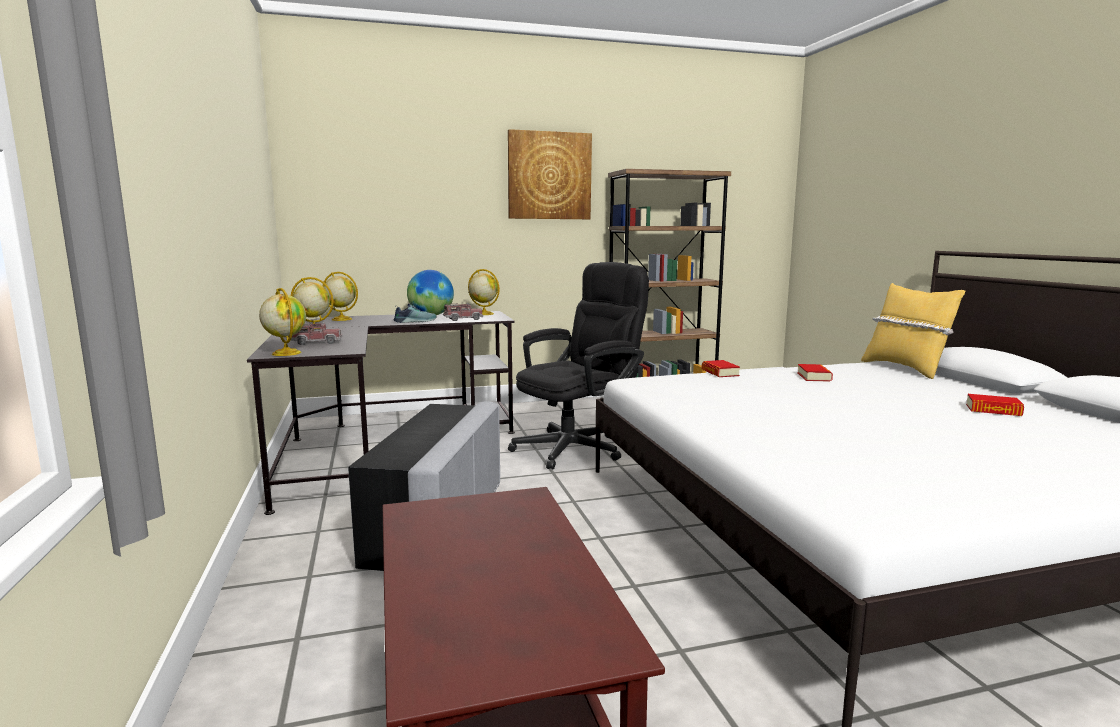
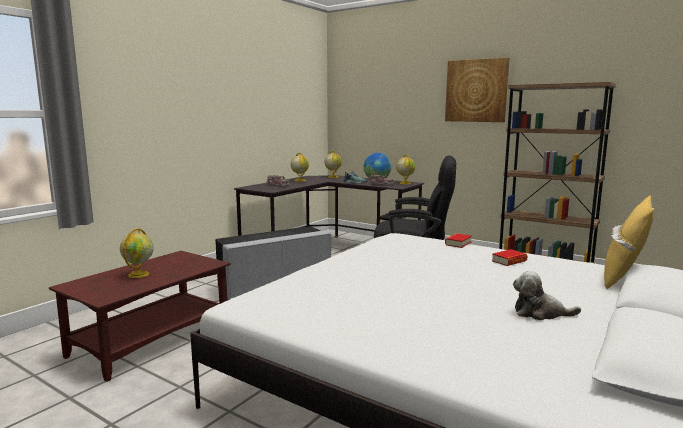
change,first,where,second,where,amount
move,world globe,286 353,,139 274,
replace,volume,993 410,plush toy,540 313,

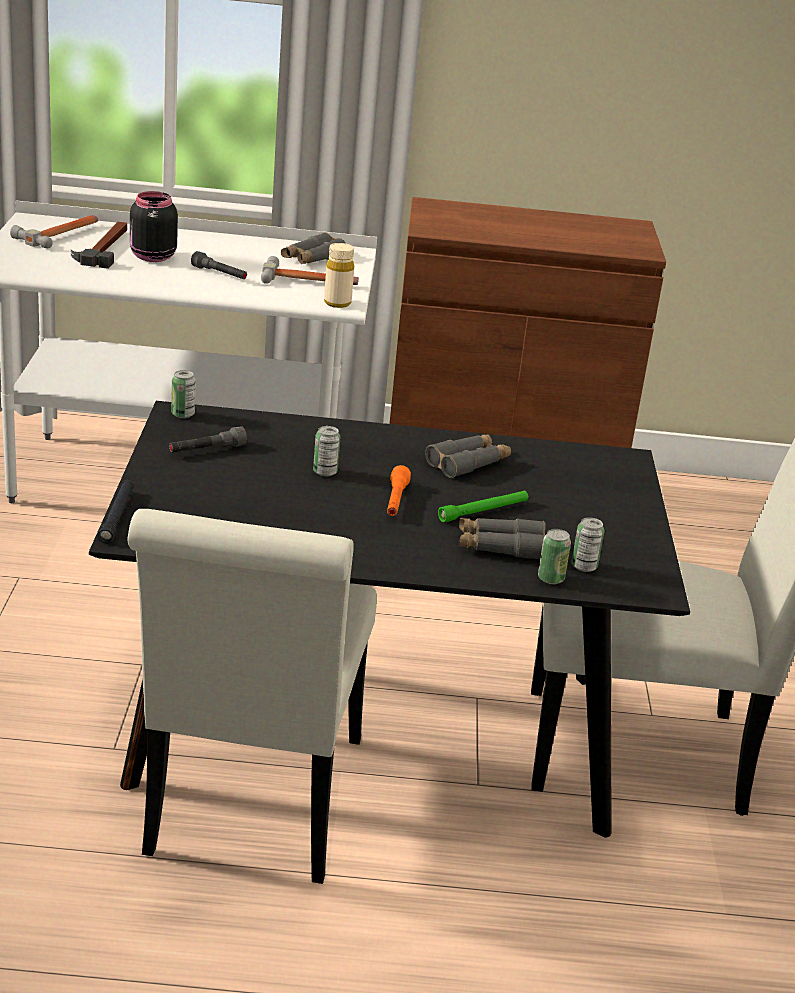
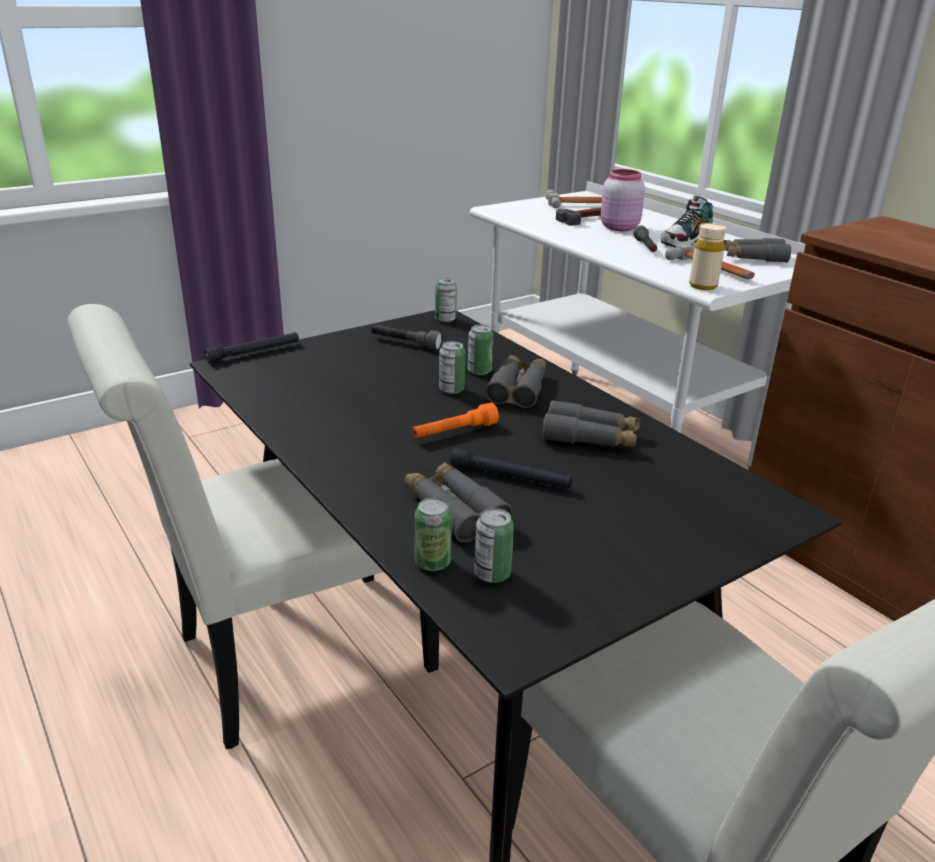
change,first,where,second,where,amount
insert,,,metal can,479 371,
insert,,,greyish field glasses,518 389,
insert,,,item of footwear,685 243,
recolor,black jar,151 257,pinkish jar,618 227,
recolor,green-coloured hand torch,483 511,black hand torch,510 477,

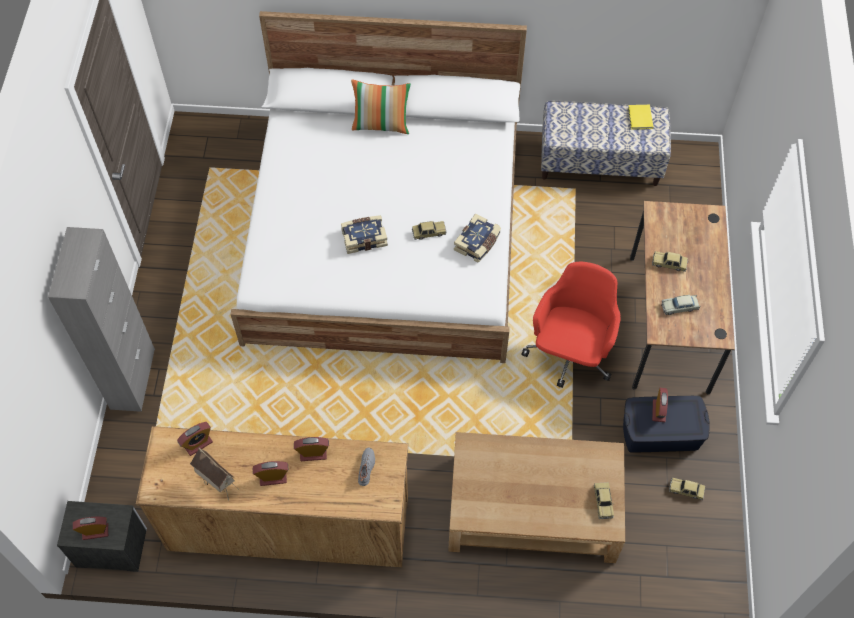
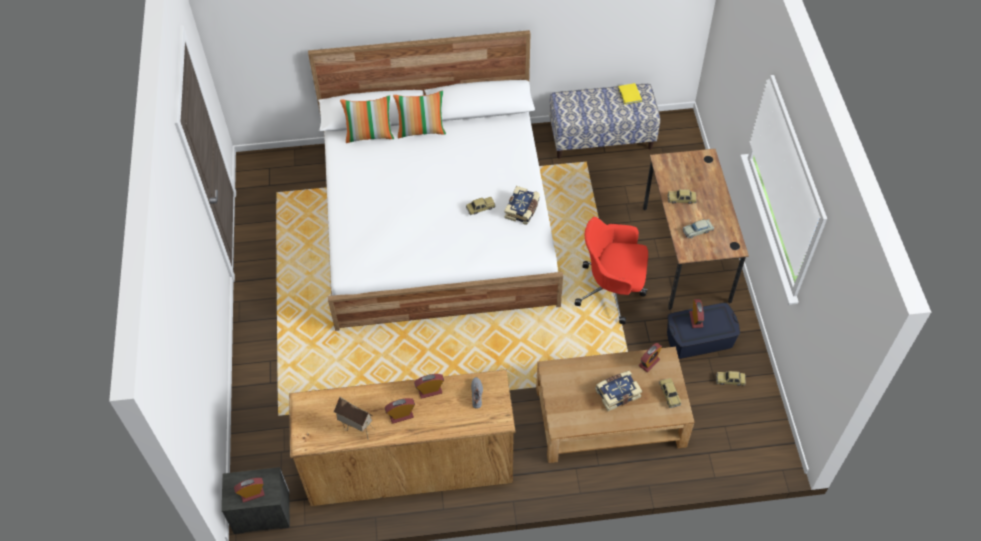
change,first,where,second,where,amount
delete,greyish cabinet,132 379,,,
insert,,,cushion,370 135,
move,alarm clock,198 444,,649 362,
move,volume,364 237,,617 393,
rotate,red-coloured office chair,570 354,,612 290,90 degrees counterclockwise

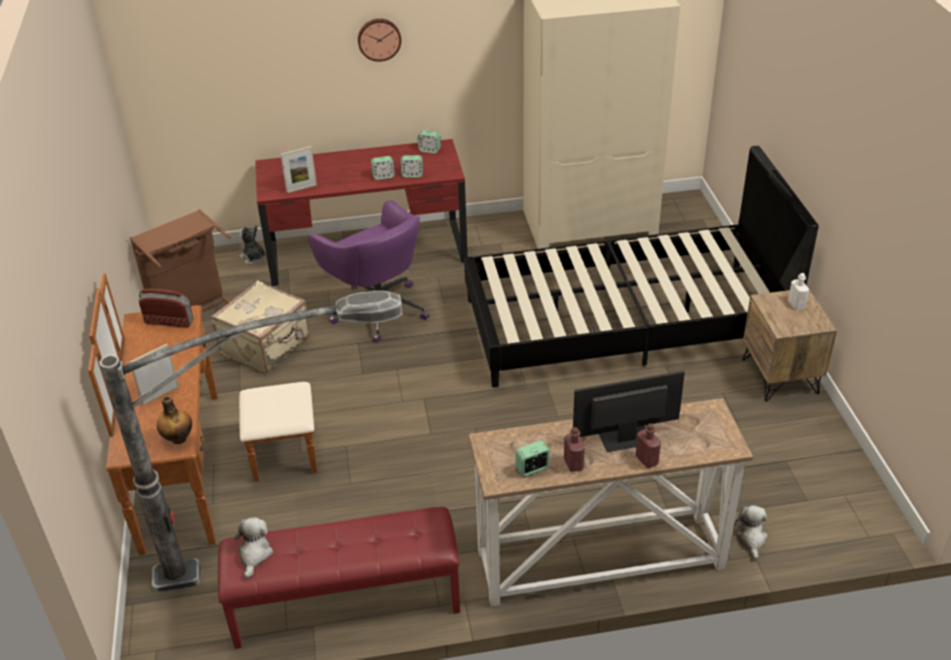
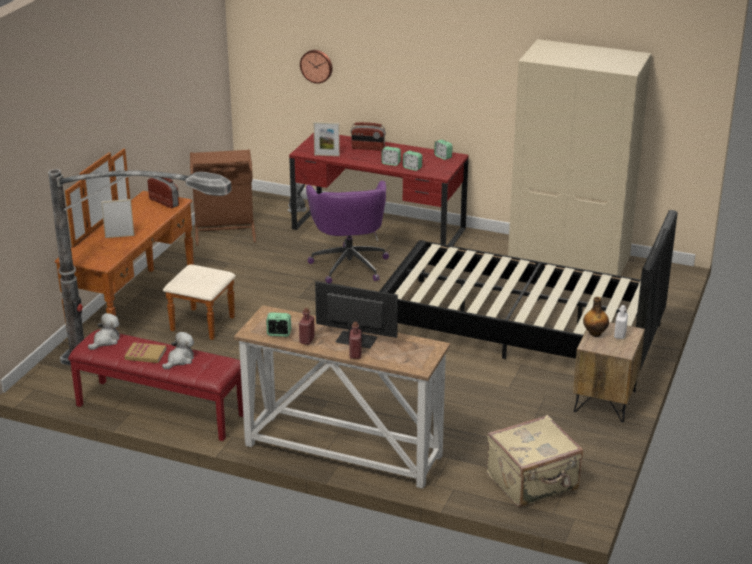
change,first,where,second,where,amount
insert,,,volume,145 354,
insert,,,radio set,368 148,
move,beverage bottle,178 438,,595 333,
move,beige-coloured piece of luggage,267 346,,533 482,
move,clock on the wall,379 39,,316 66,
move,plush toy,751 538,,180 360,

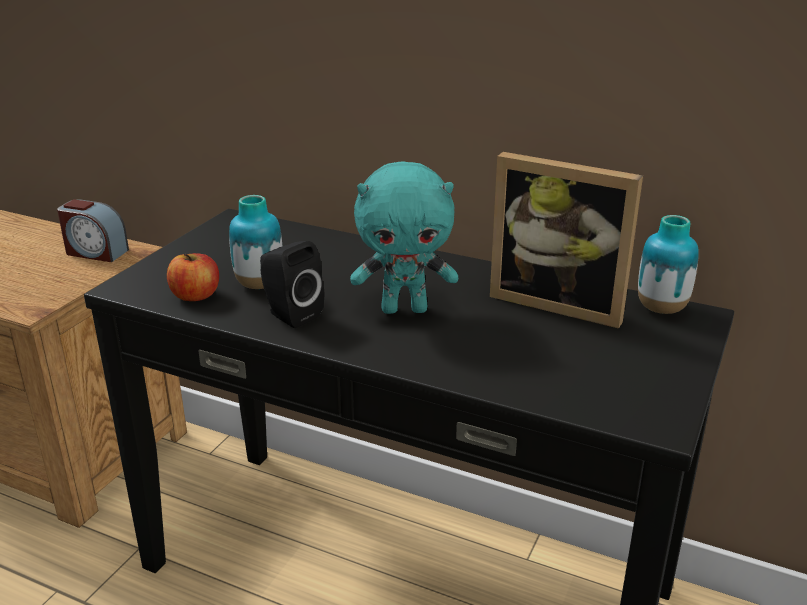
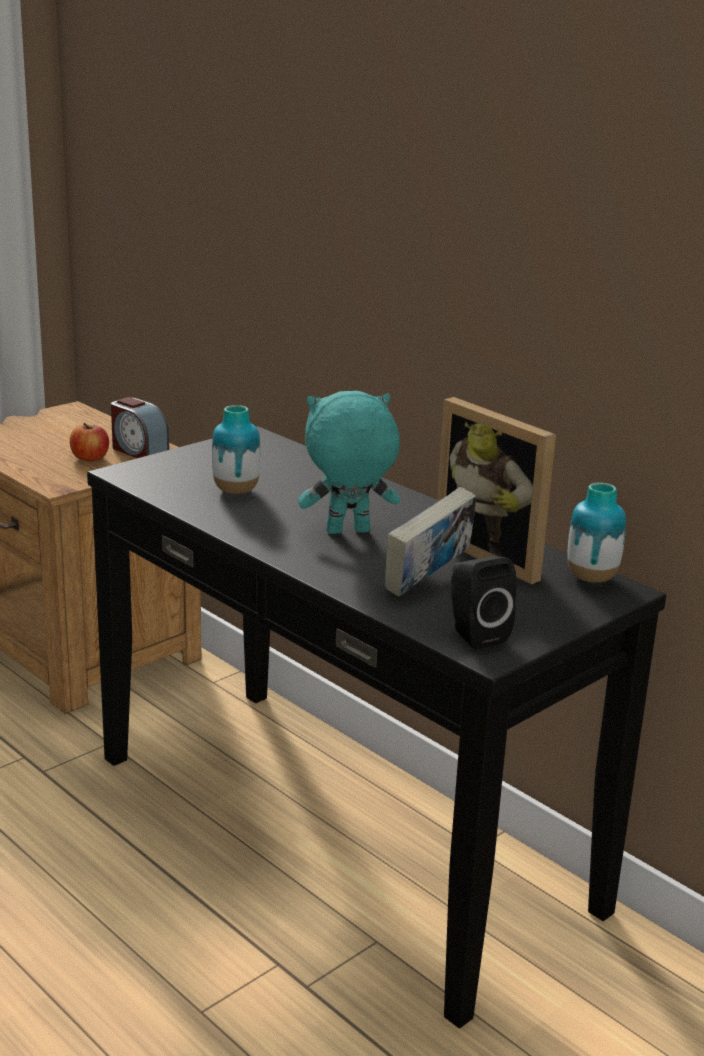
change,first,where,second,where,amount
insert,,,volume,427 582,
move,apple,195 296,,90 458,
move,black loudspeaker,290 314,,475 634,
rotate,turquoise-coloured plush toy,405 309,,347 532,150 degrees clockwise

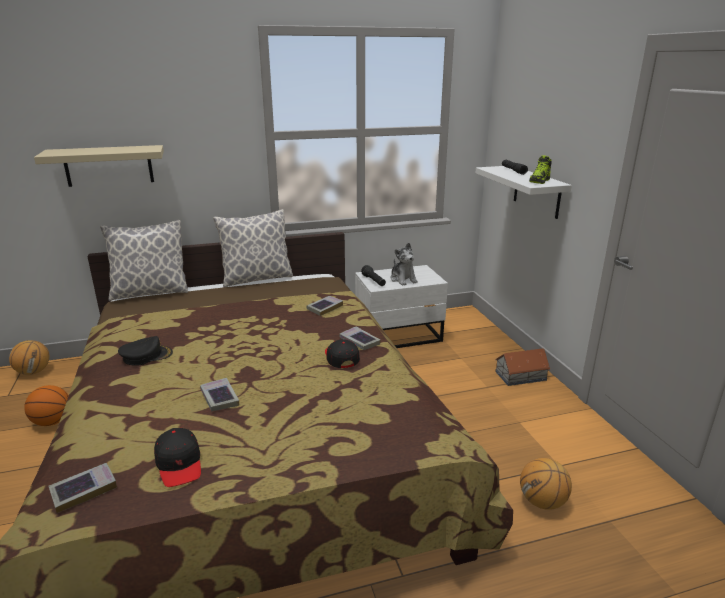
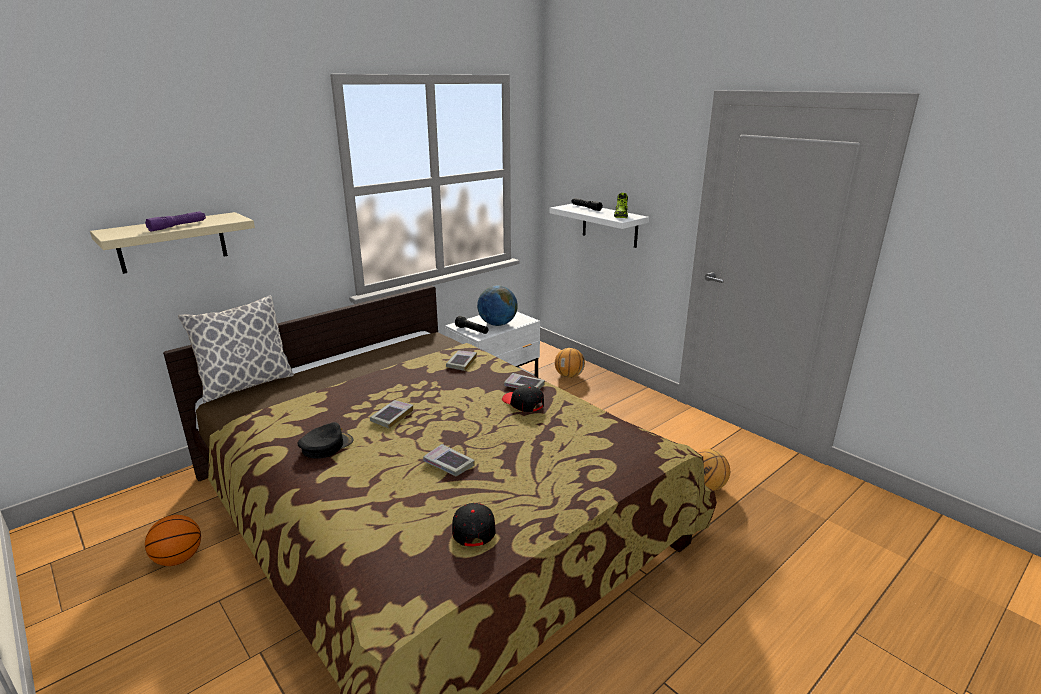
change,first,where,second,where,amount
delete,cushion,256 279,,,
delete,model house,521 376,,,
insert,,,purple-coloured hand torch,178 226,
move,basketball,34 372,,569 376,
move,volume,84 490,,392 416,
replace,plush toy,403 279,world globe,497 324,
rotate,black cap,179 464,,473 527,135 degrees counterclockwise

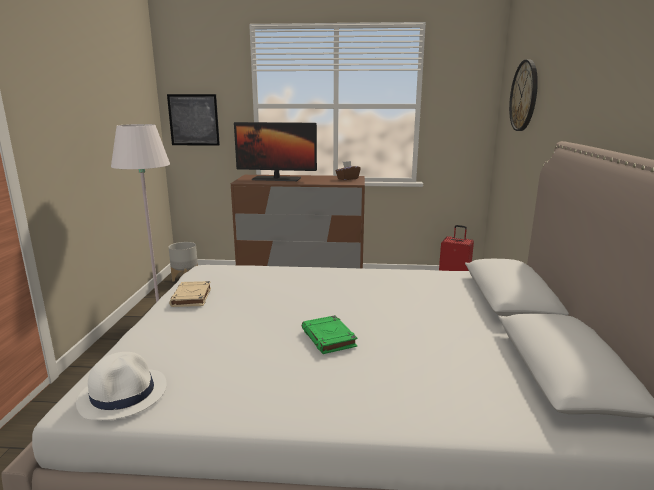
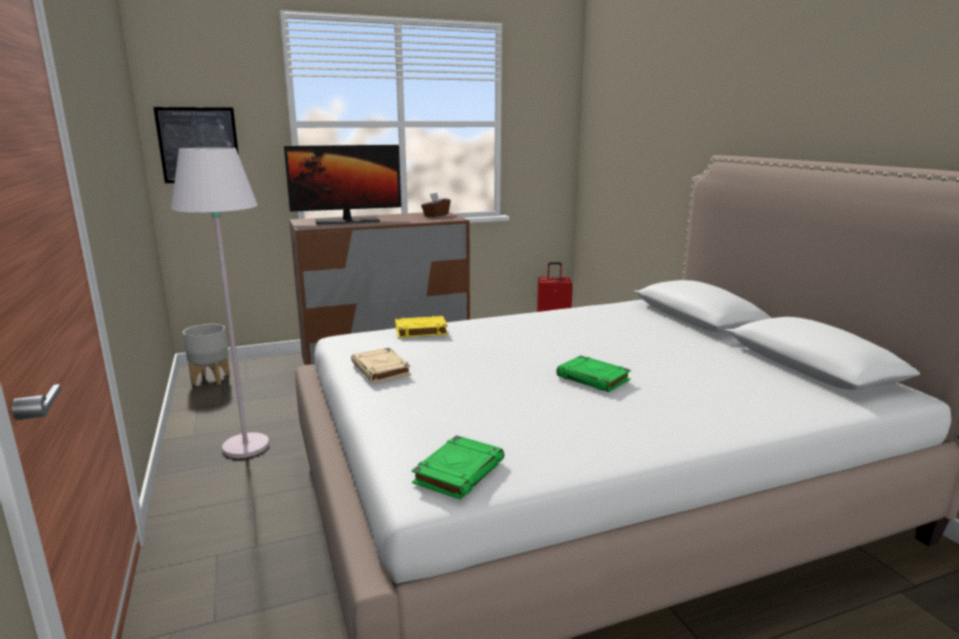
change,first,where,second,where,amount
delete,clock on the wall,524 96,,,
insert,,,yellow-coloured volume,420 331,
replace,white clothing hat,123 394,green-coloured volume,459 471,

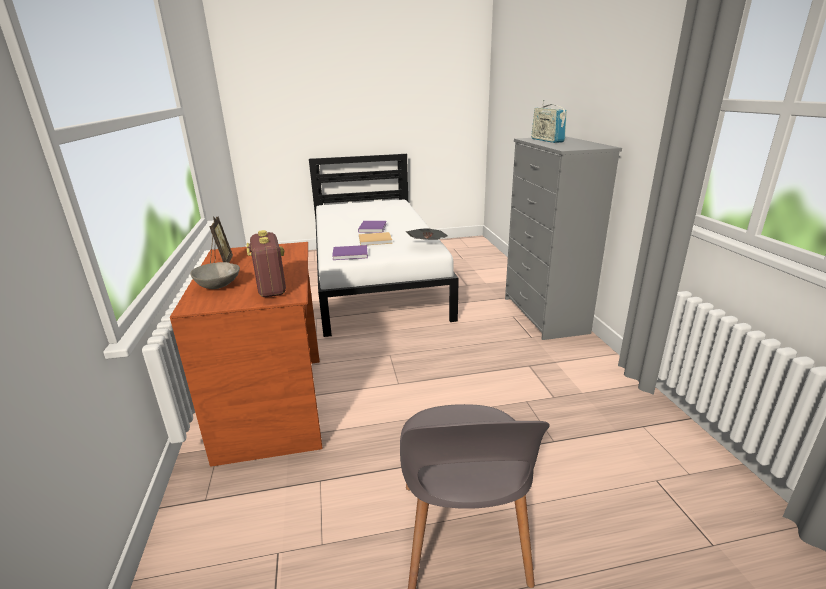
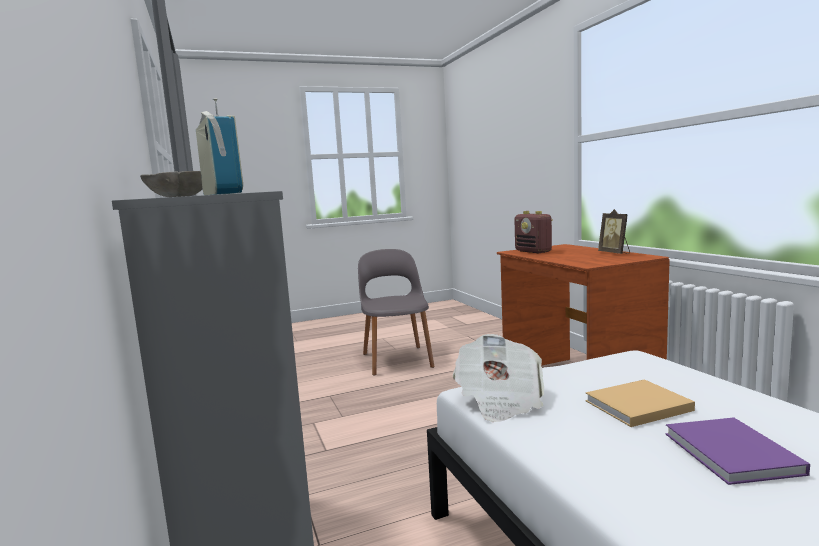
change,first,where,second,where,amount
delete,purple-coloured volume,351 254,,,
move,greyish bowl,217 285,,179 197,

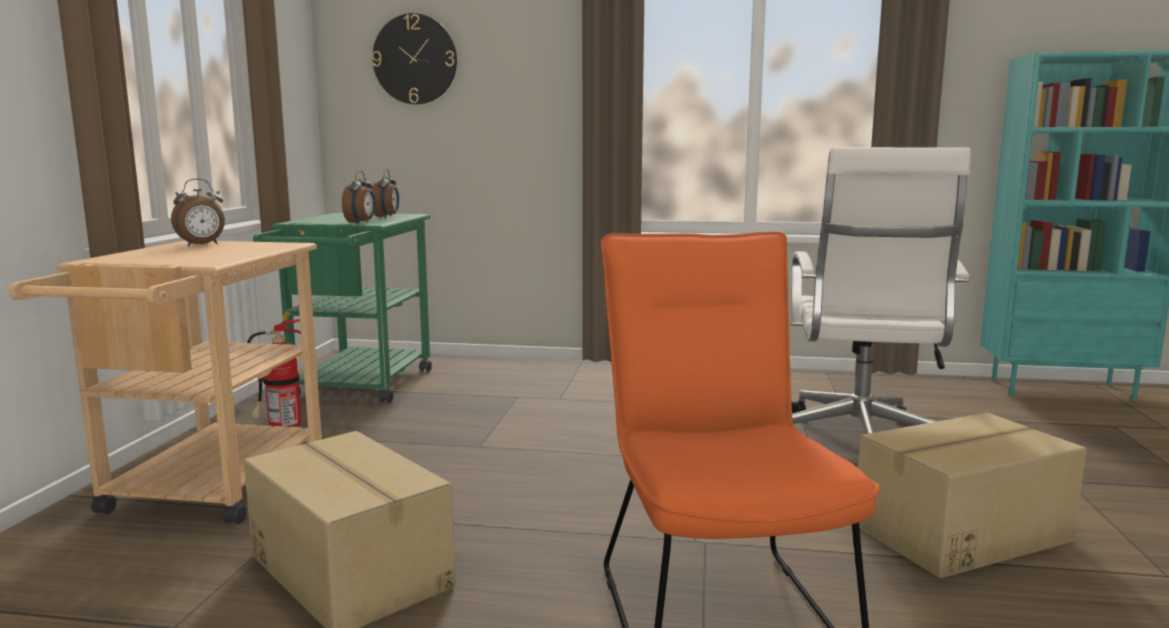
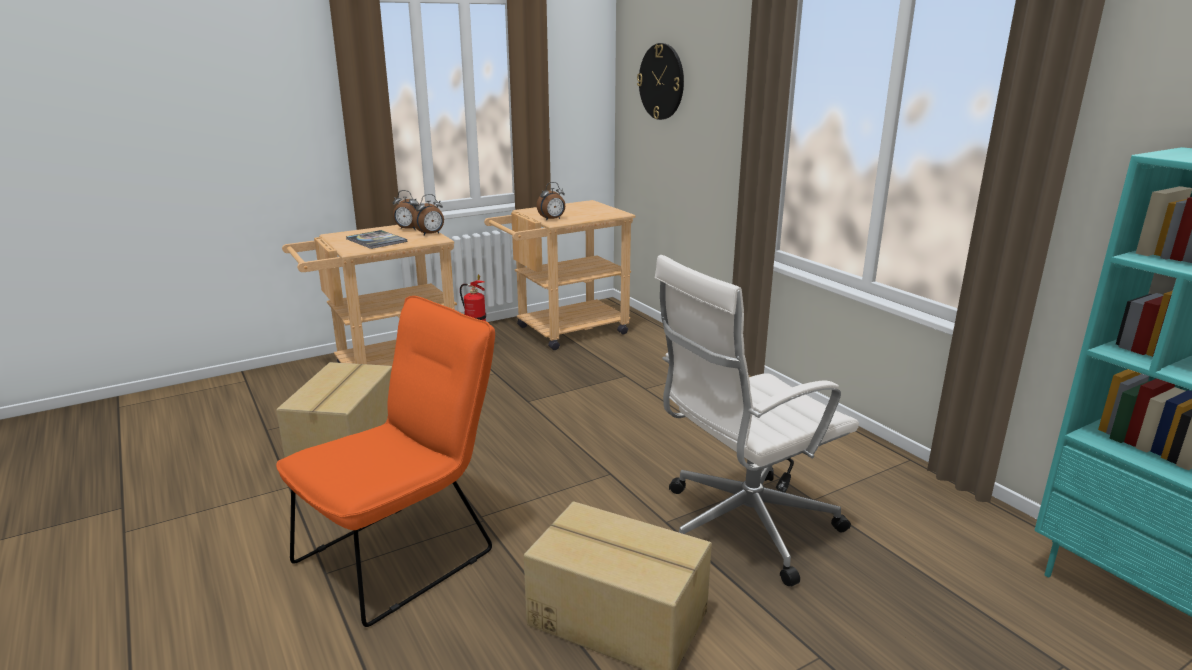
change,first,where,second,where,amount
insert,,,volume,376 240,
move,alarm clock,387 217,,431 234,
recolor,green-coloured cart,357 387,beige-coloured cart,563 332,

